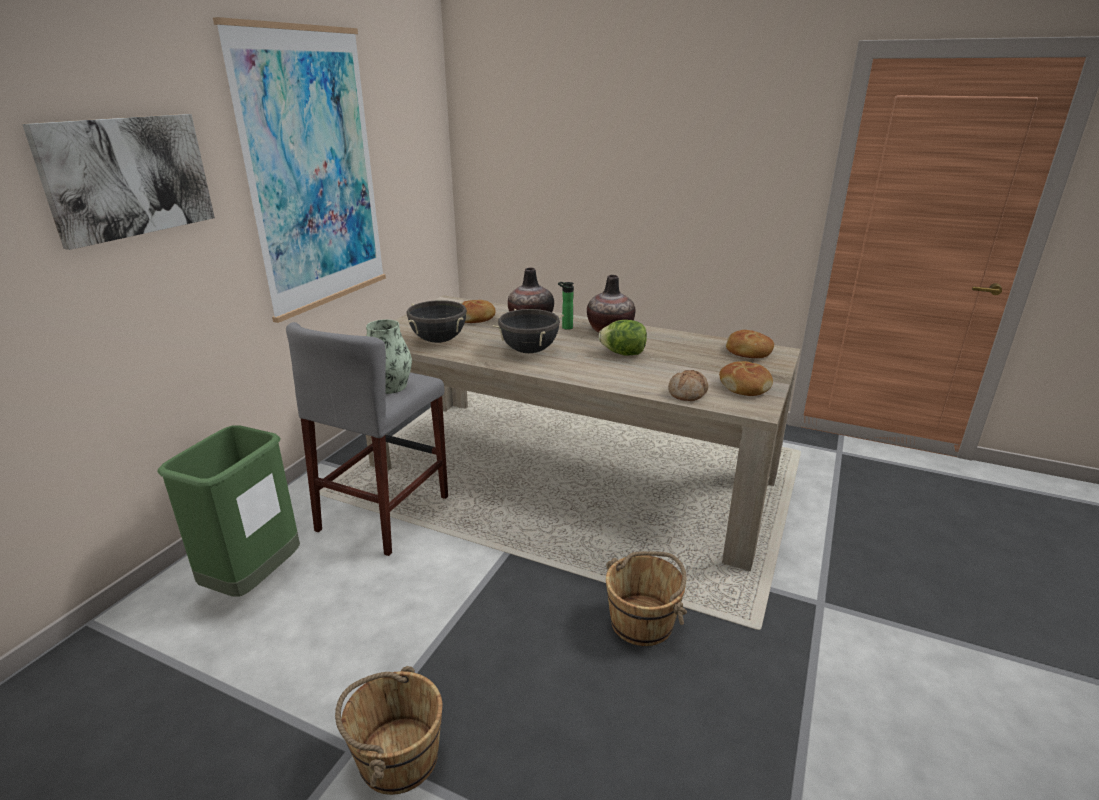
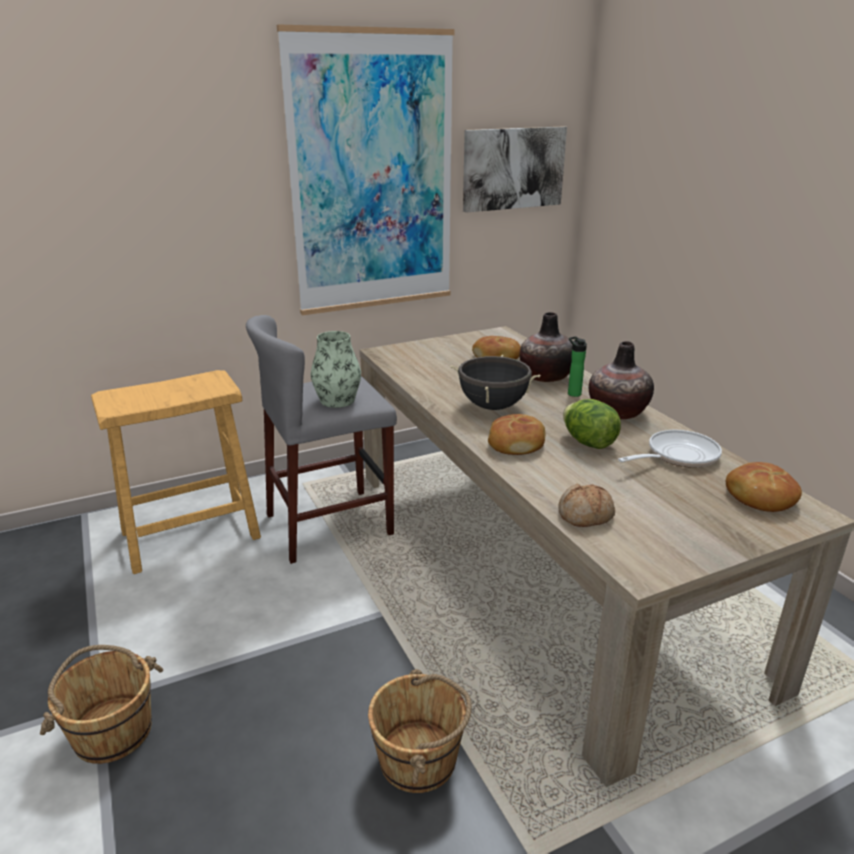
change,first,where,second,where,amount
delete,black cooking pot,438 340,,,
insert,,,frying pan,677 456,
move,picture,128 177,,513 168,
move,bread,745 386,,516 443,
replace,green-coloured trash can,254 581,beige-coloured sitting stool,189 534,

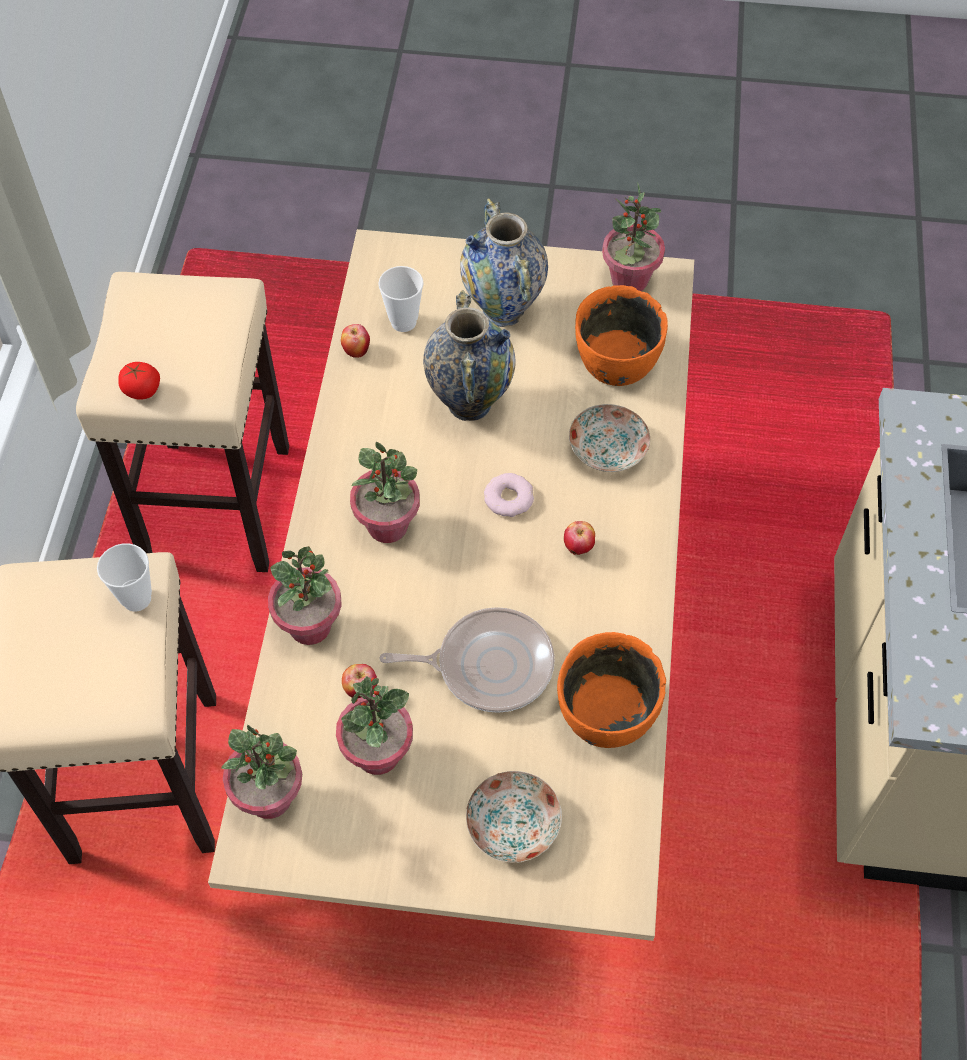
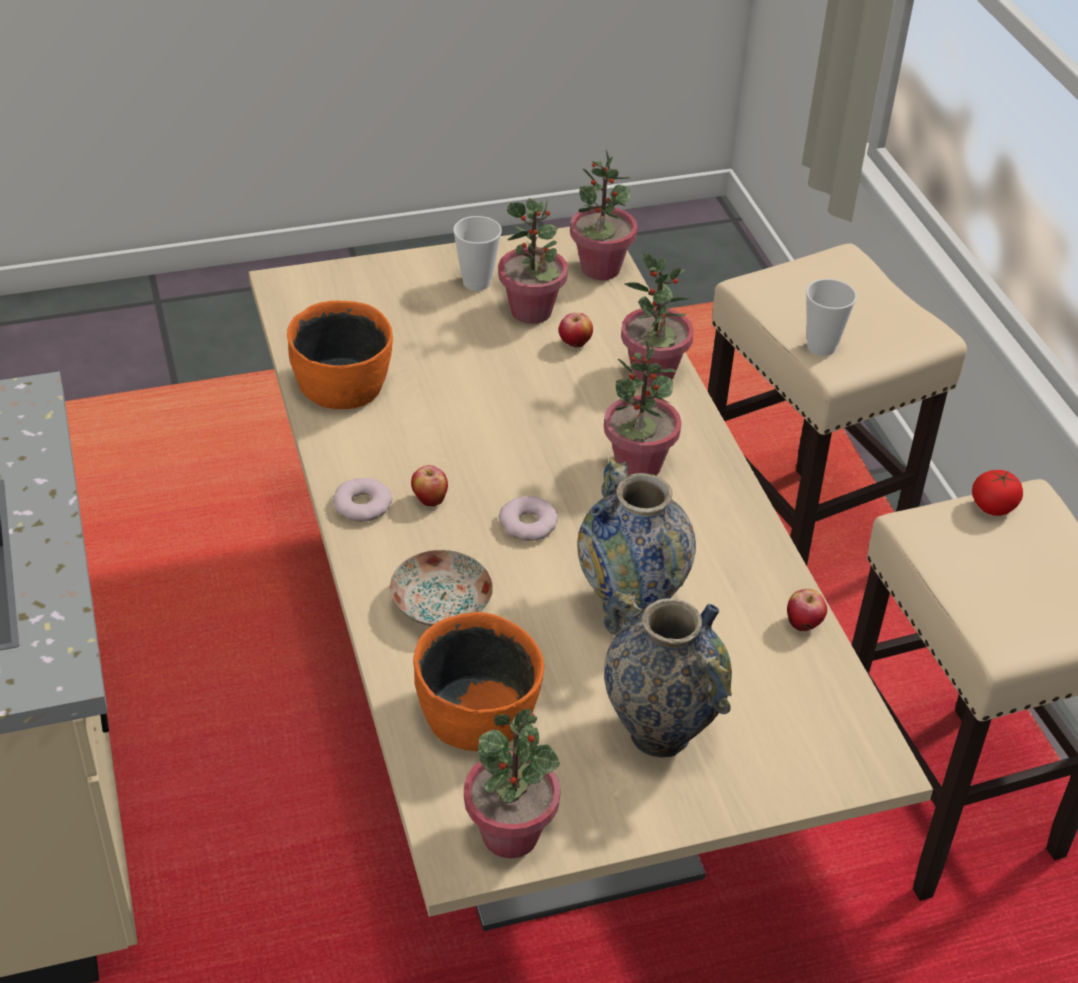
change,first,where,second,where,amount
delete,frying pan,488 665,,,
delete,dinner plate,513 823,,,
insert,,,donut,362 505,
move,drinking cup,403 322,,477 282,

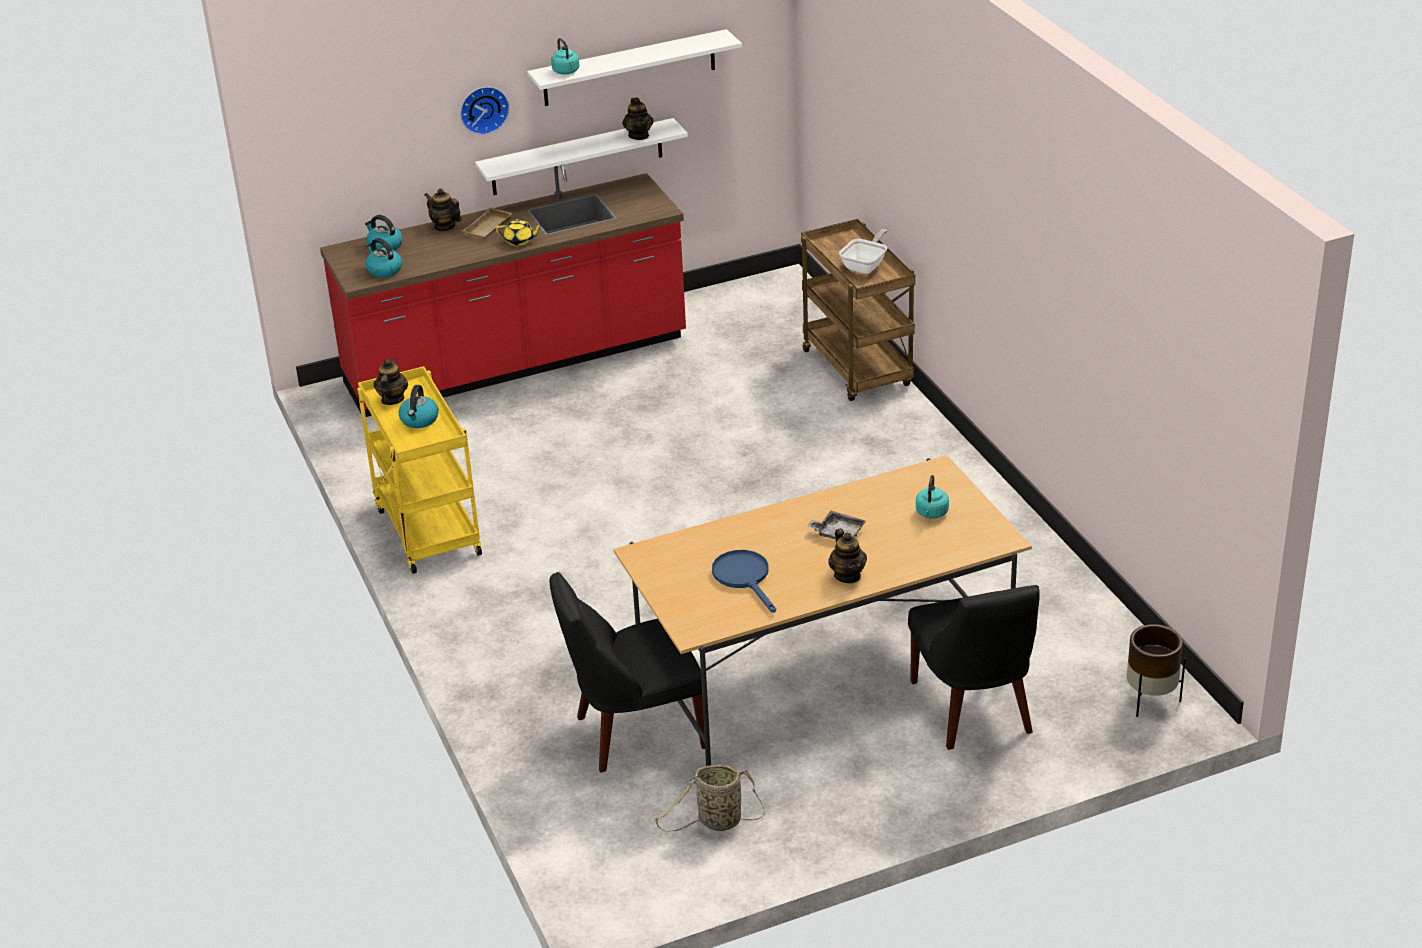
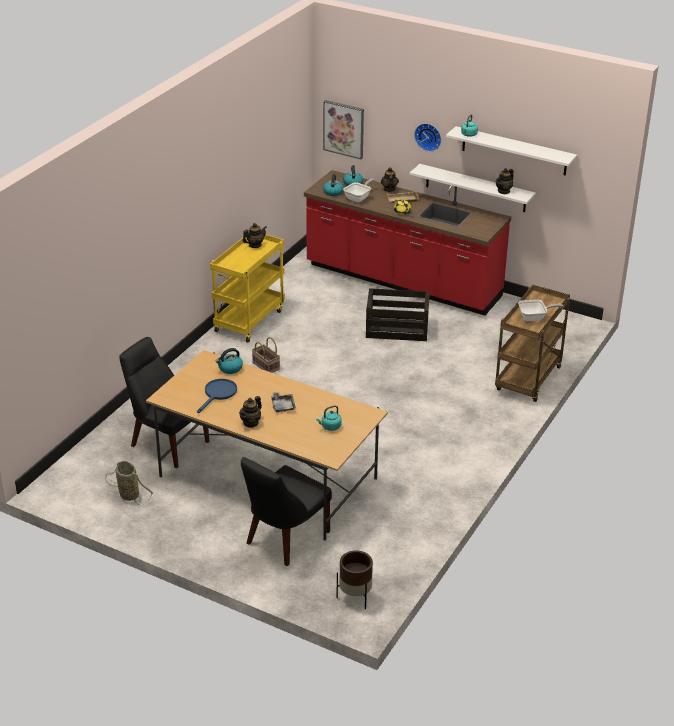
change,first,where,second,where,amount
insert,,,household basket,265 366,
insert,,,picture,344 129,
insert,,,frying pan,359 198,
insert,,,packing crate,397 329,
move,kettle,419 420,,230 368,

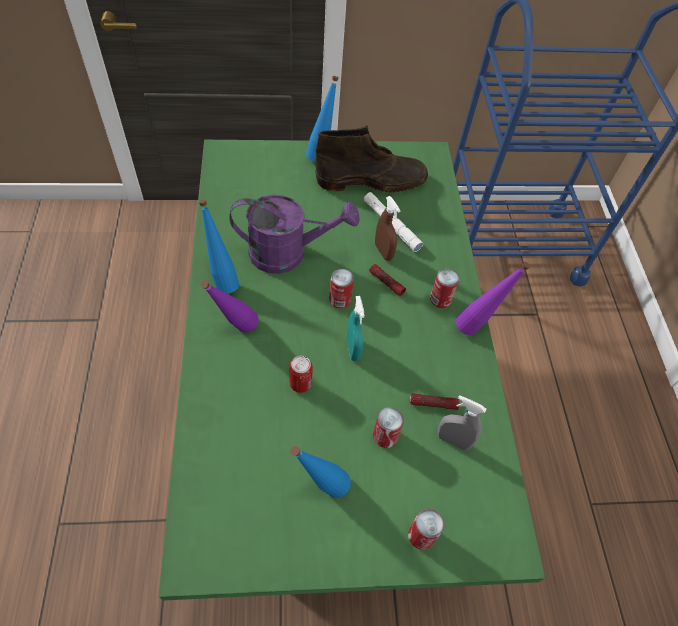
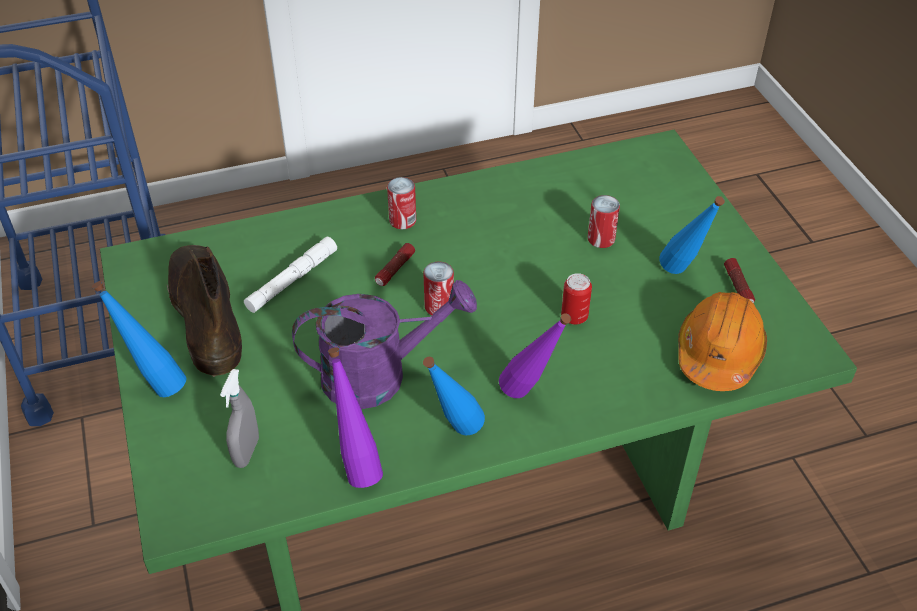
change,first,where,second,where,amount
delete,turquoise-coloured spray bottle,353 349,,,
delete,brown-coloured spray bottle,383 252,,,
delete,metal can,421 535,,,
insert,,,orange-coloured hard hat,718 353,
move,hand torch,433 404,,738 287,
move,greyish spray bottle,453 440,,246 452,
move,purple-coloured beverage bottle,477 326,,357 465,
rotate,purple-coloured sprinkling can,288 253,,379 375,90 degrees clockwise

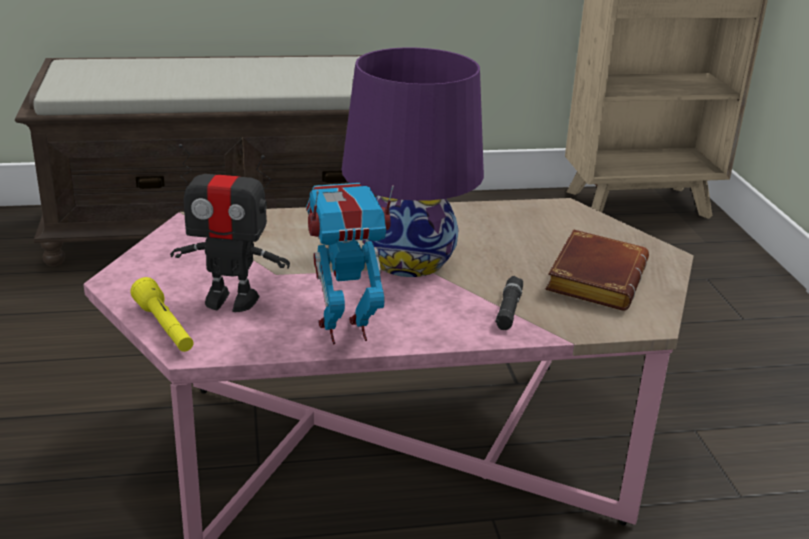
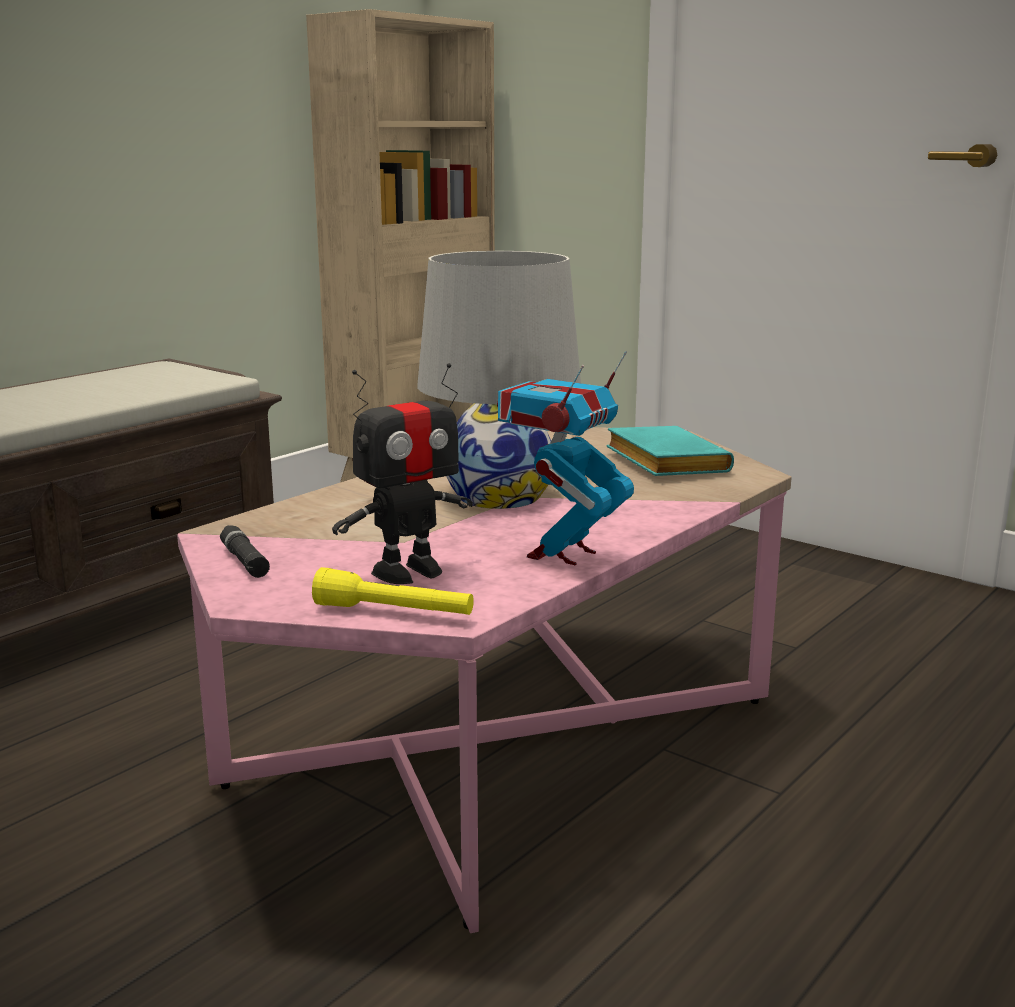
change,first,where,second,where,amount
move,black hand torch,508 310,,245 561,
recolor,purple-coloured table lamp,409 260,white table lamp,499 495,
recolor,brown-coloured volume,593 278,turquoise-coloured volume,662 462,

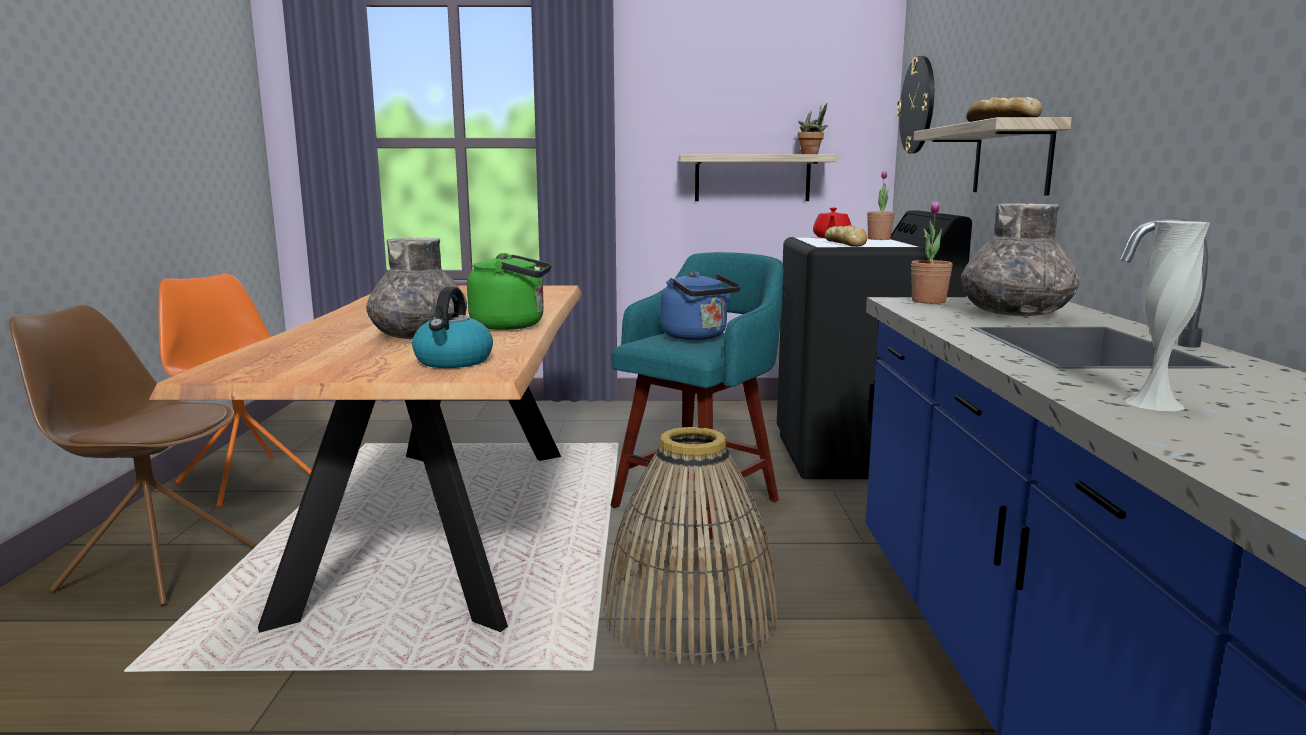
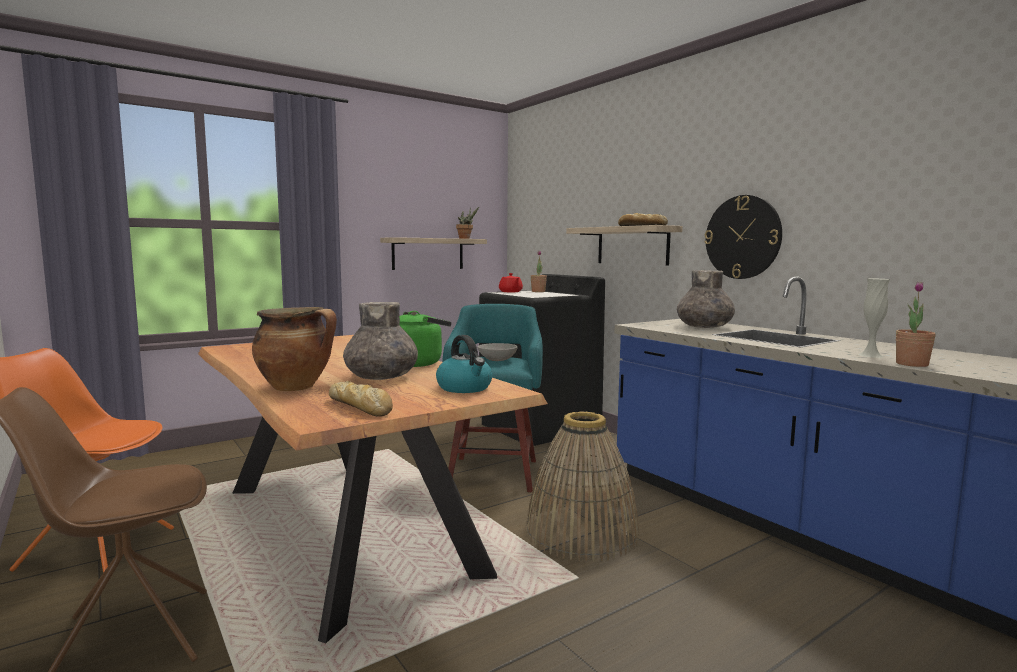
change,first,where,second,where,amount
insert,,,cooking pot,296 387,
move,bread,845 244,,360 407,
move,clock on the wall,917 105,,742 237,
move,plant in a pot,928 301,,912 364,
replace,bluish kettle,697 337,greyish bowl,497 360,

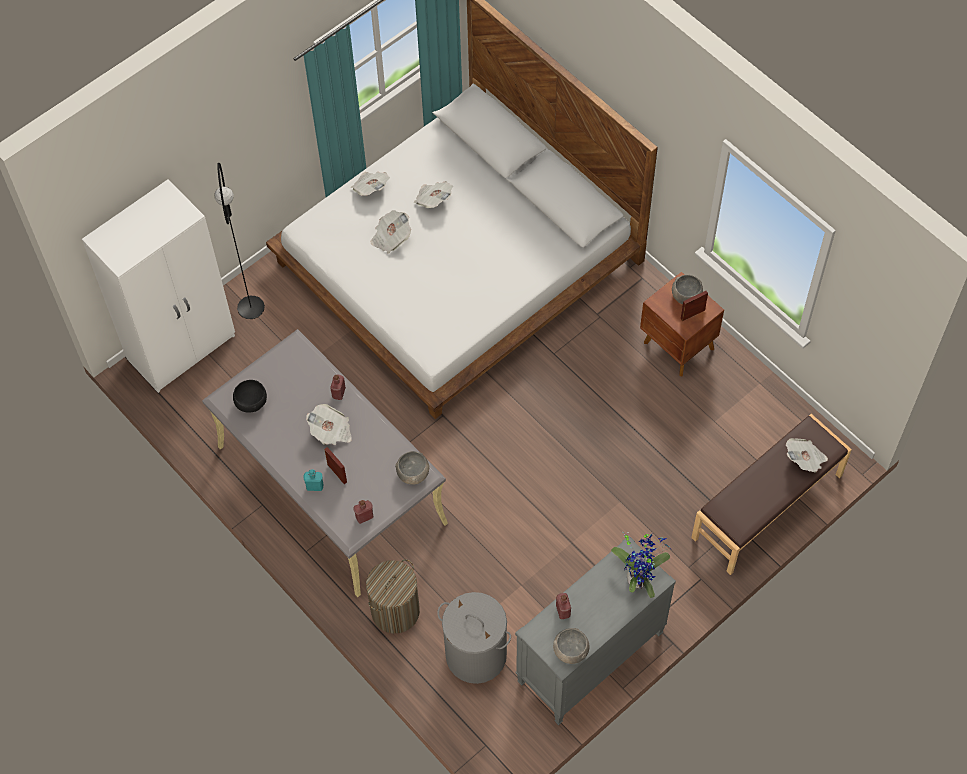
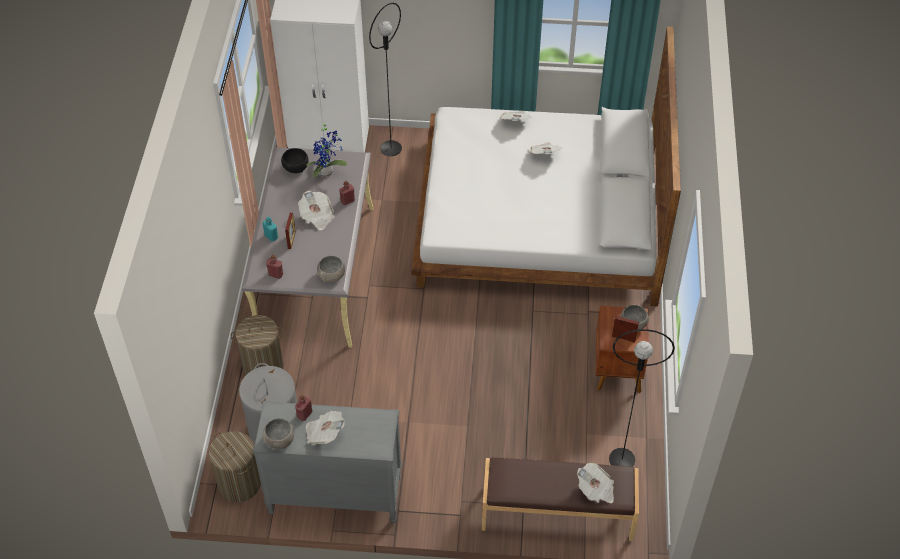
change,first,where,second,where,amount
insert,,,hamper,239 483,
insert,,,black standard lamp,621 459,
move,daily paper,391 238,,324 433,
move,plant in a pot,639 577,,327 172,

